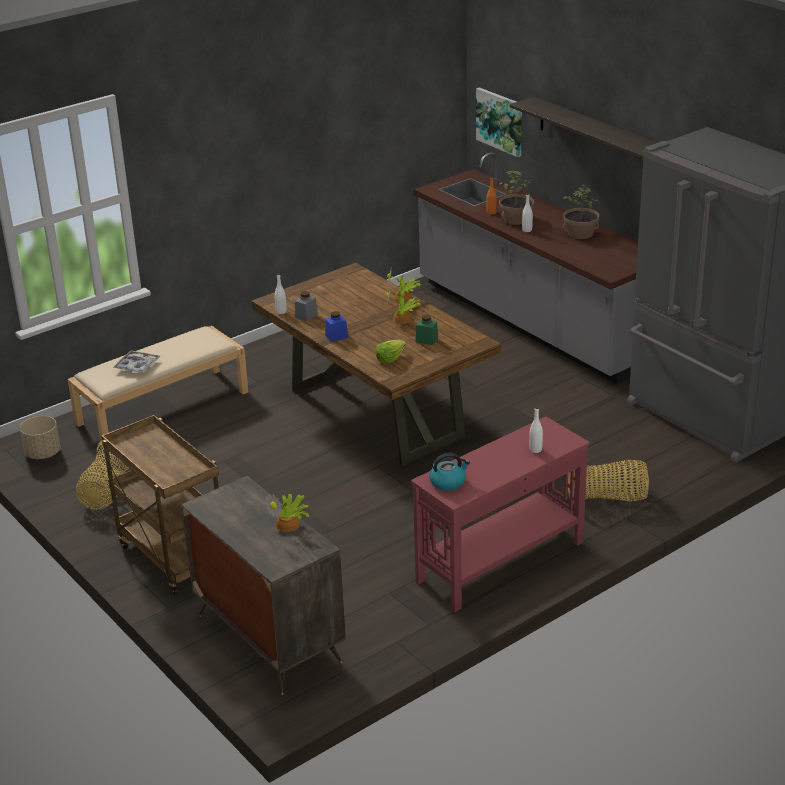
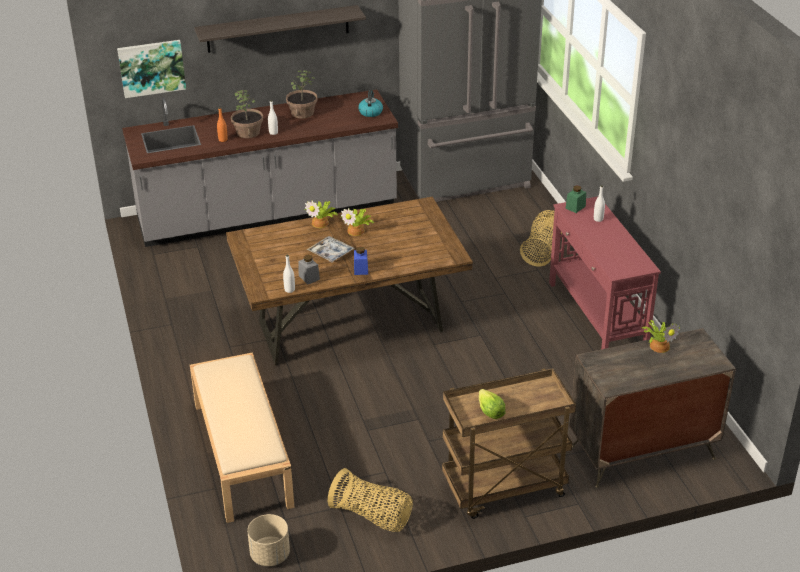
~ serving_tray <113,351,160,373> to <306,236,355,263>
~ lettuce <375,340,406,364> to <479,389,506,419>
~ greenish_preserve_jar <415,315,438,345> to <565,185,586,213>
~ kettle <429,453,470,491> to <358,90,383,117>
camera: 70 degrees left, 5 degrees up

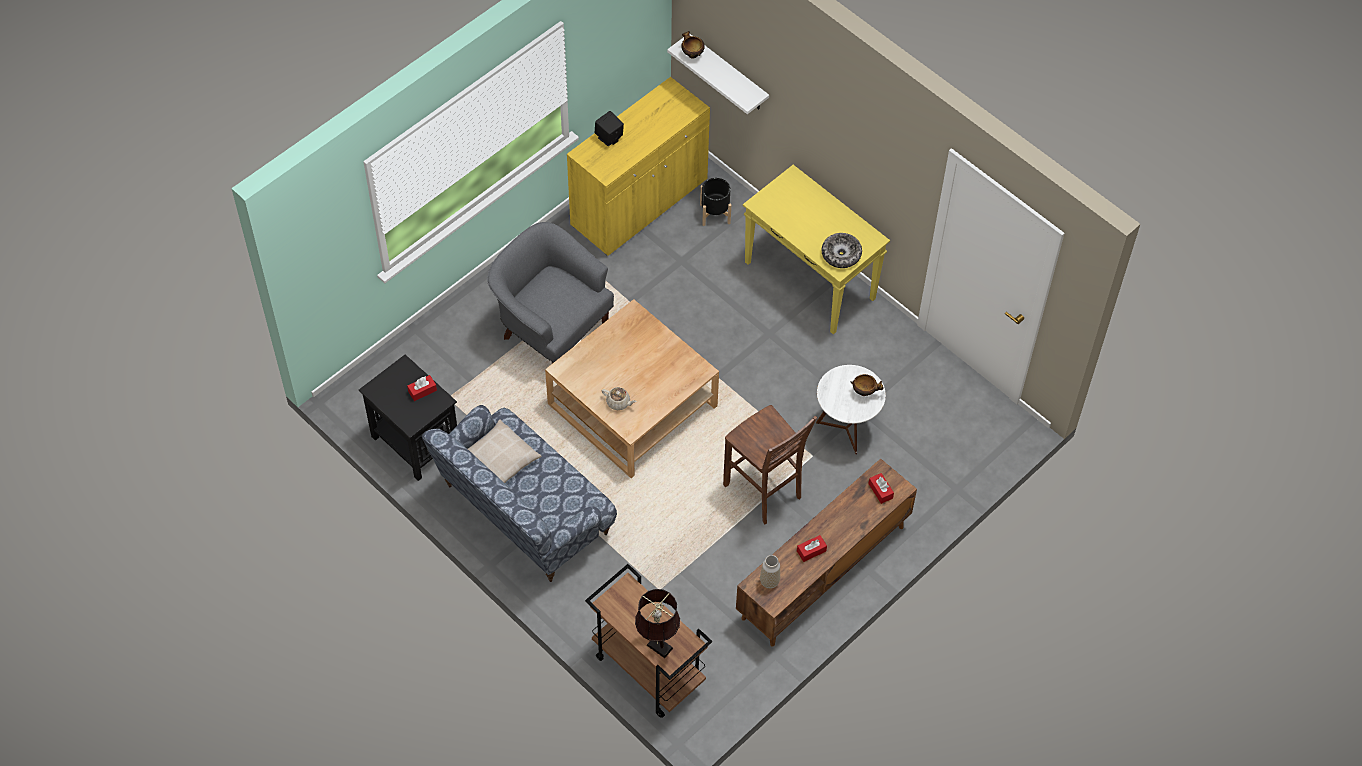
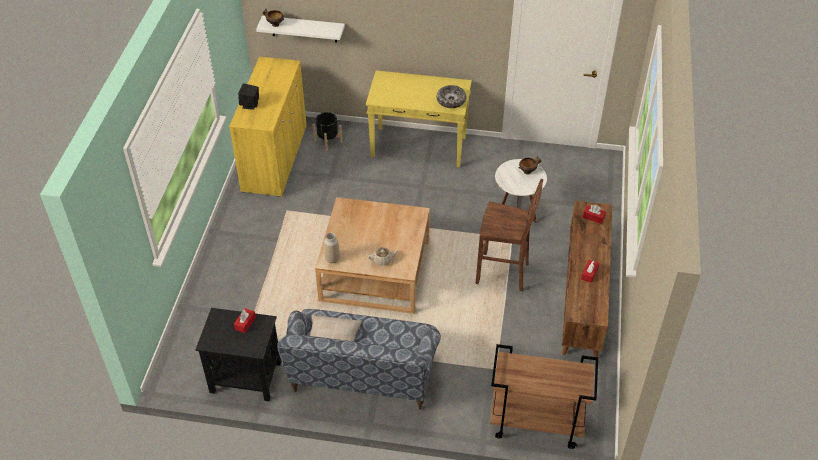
- gray_easy_chair <487,222,614,364>
- brownish_lamp_for_a_table <635,589,680,658>
~ flower_vase <760,555,780,589> to <324,232,340,263>
camera: 35 degrees left, 10 degrees down

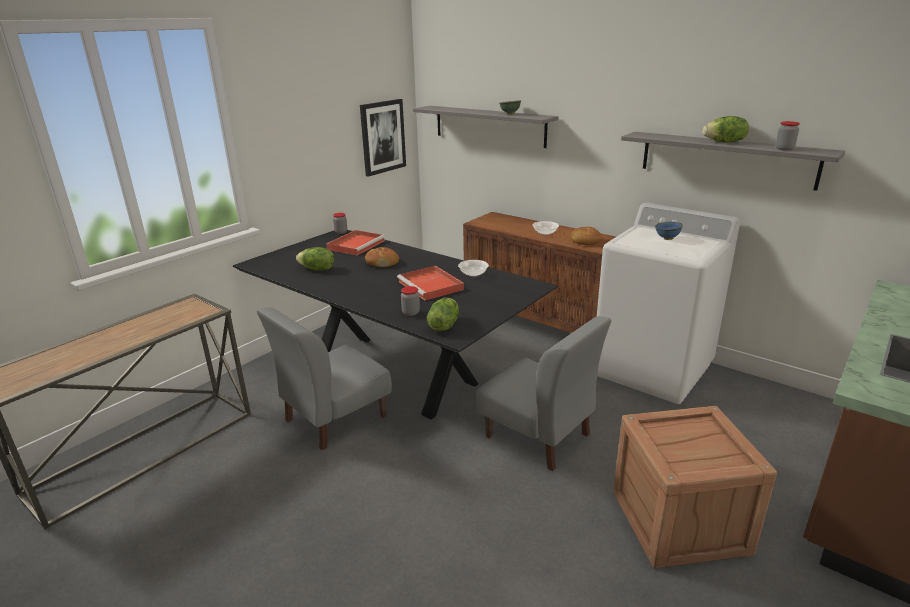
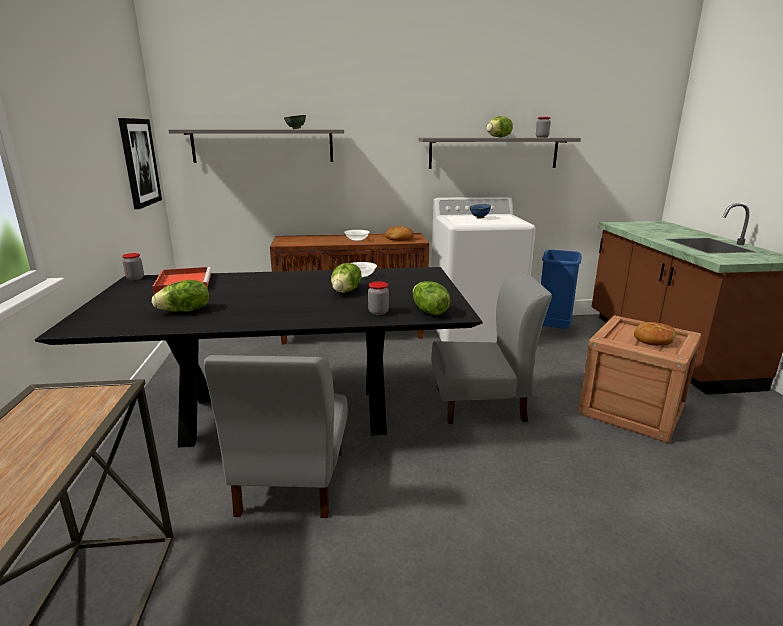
+ blue_rubbish_bin <541,250,582,329>
~ baked_bread <365,247,399,267> to <634,322,676,346>
~ red-coloured_serving_tray <397,266,464,301> to lettuce <331,263,362,293>
camera: 45 degrees left, 5 degrees down

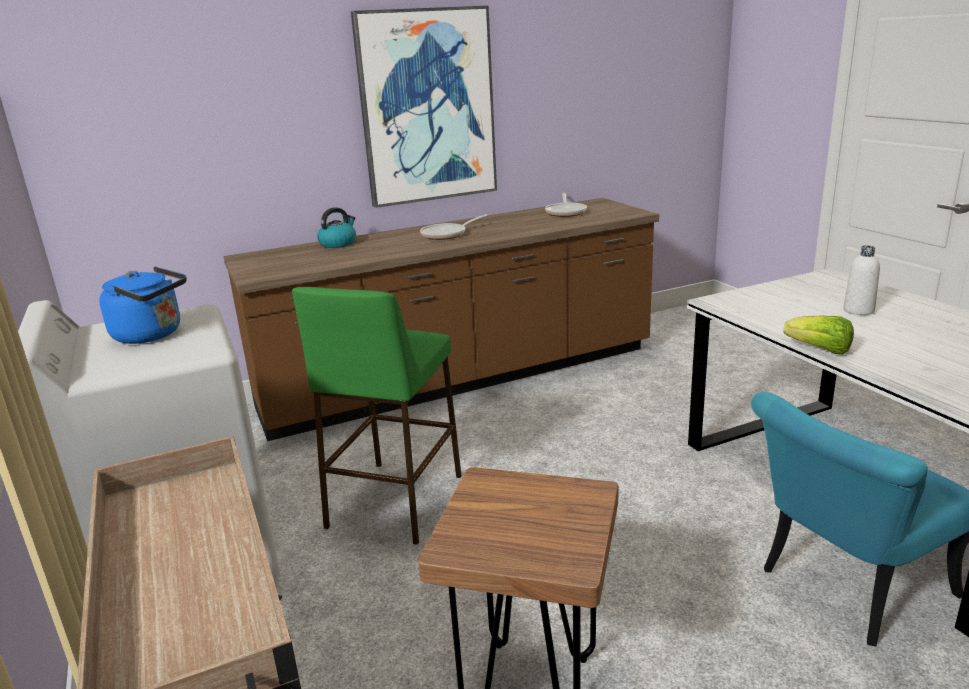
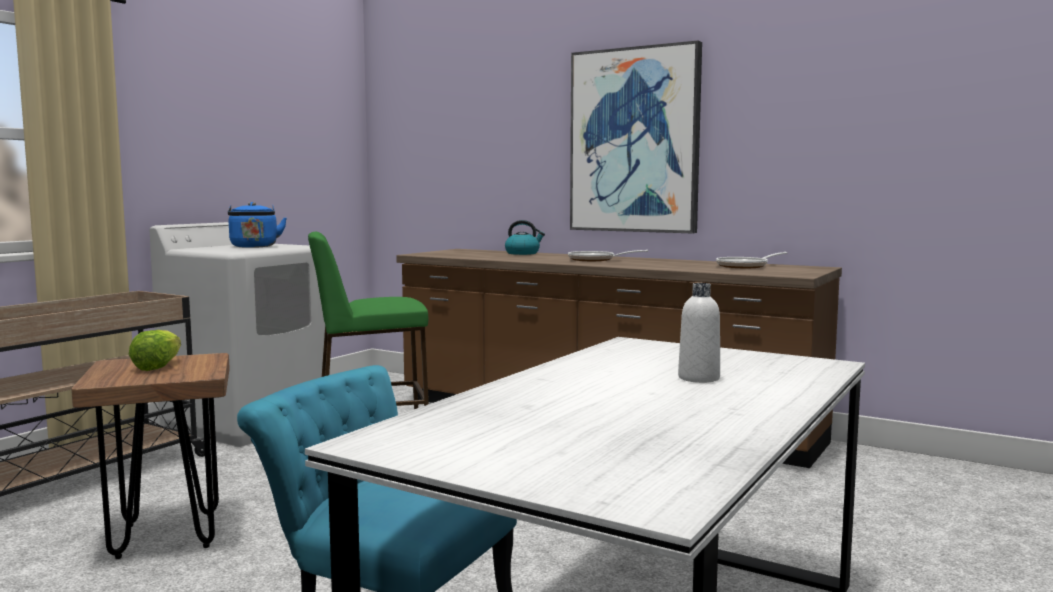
~ lettuce <783,316,854,355> to <129,330,181,371>
camera: 55 degrees right, 15 degrees down

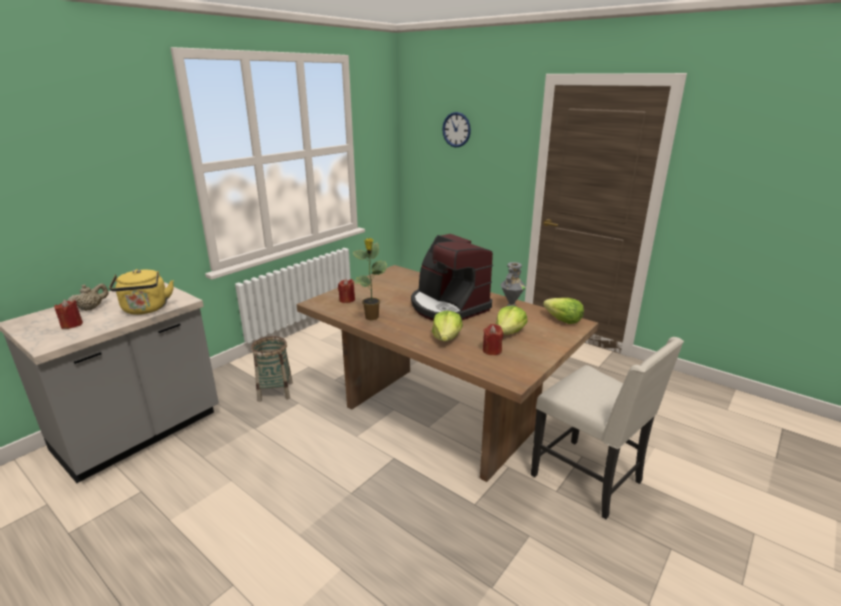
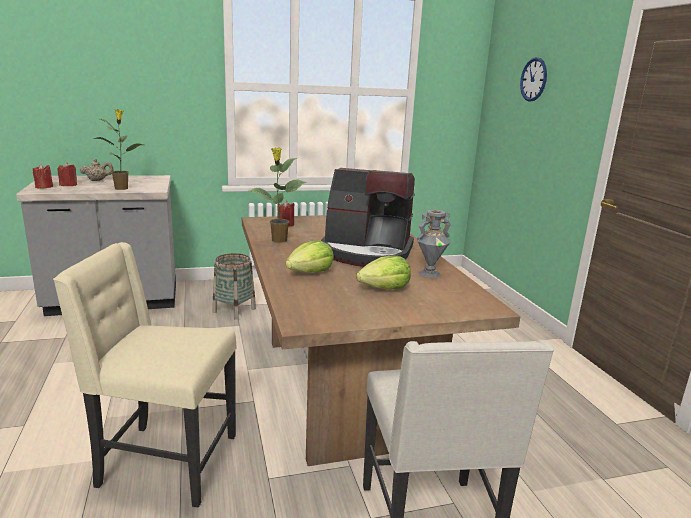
- lettuce <543,298,584,324>
+ beige_chair <53,242,237,508>
~ red-coloured_wax_light <483,324,503,355> to <33,164,53,189>
~ yellow-coloured_kettle <109,269,174,315> to plant_in_a_pot <92,109,143,190>
~ coffee_maker <411,234,493,321> = <321,168,415,267> 75 degrees counterclockwise
camera: 35 degrees right, 5 degrees down

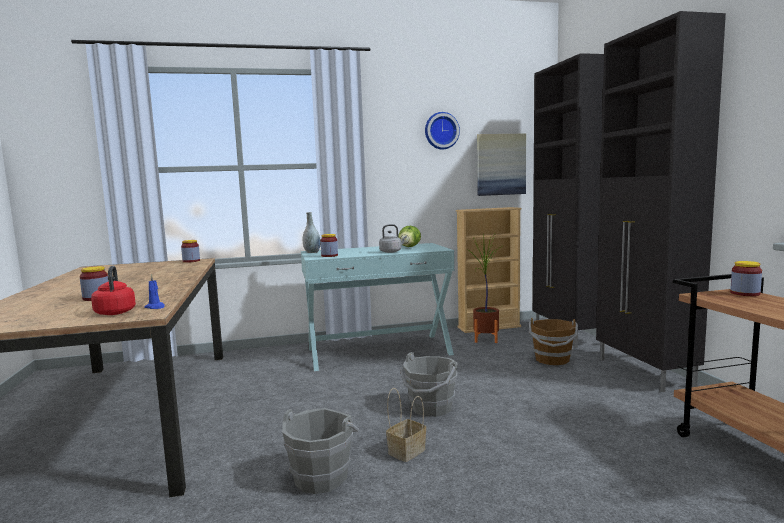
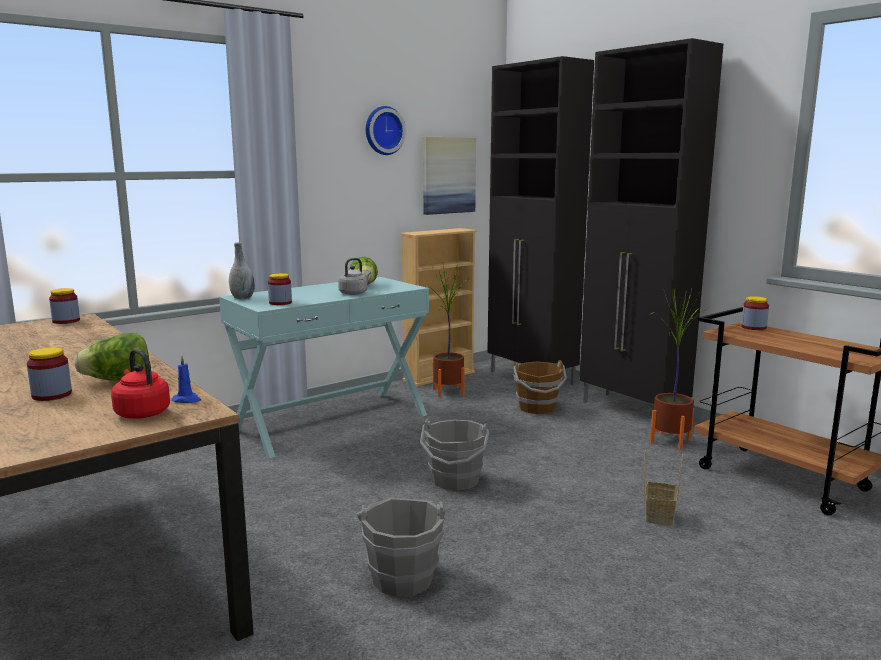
+ lettuce <74,333,149,381>
+ plant_in_a_pot <650,289,708,450>
~ basket <386,388,426,462> to <644,450,683,526>
camera: 25 degrees left, 5 degrees up

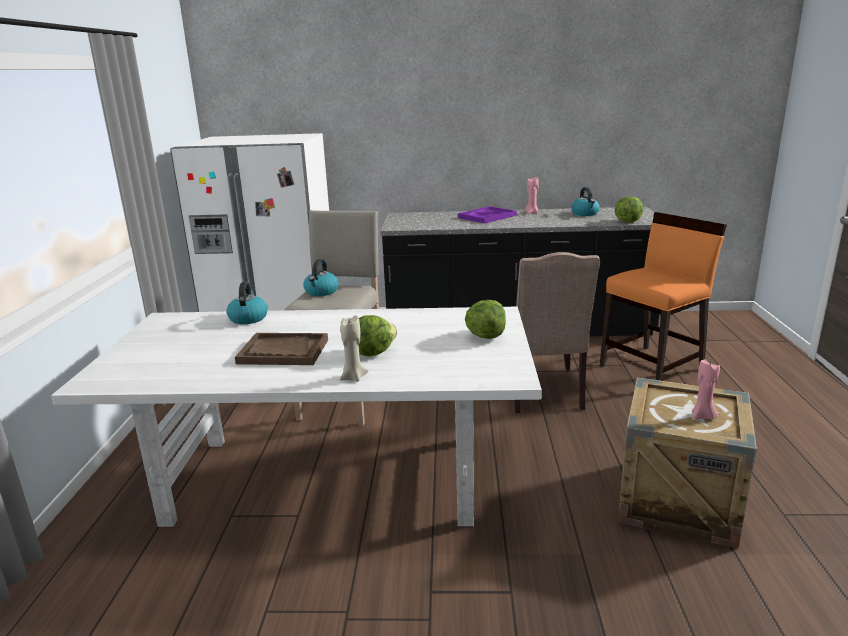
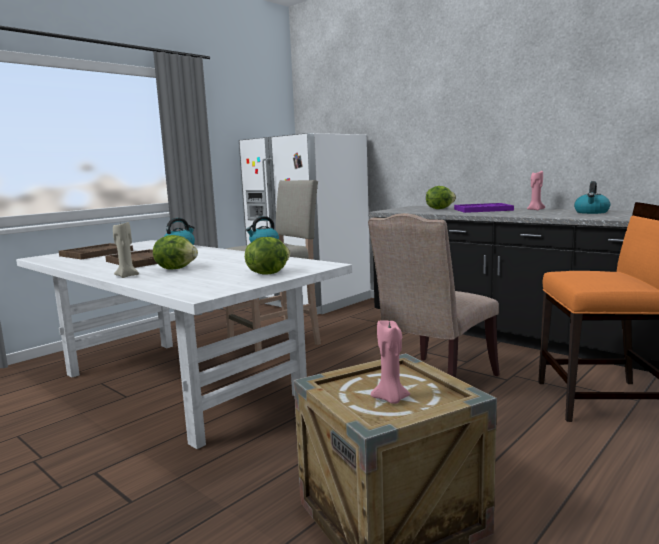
+ brownish_serving_tray <59,243,133,260>
~ lettuce <615,197,643,223> to <426,186,456,209>
camera: 40 degrees right, 10 degrees down

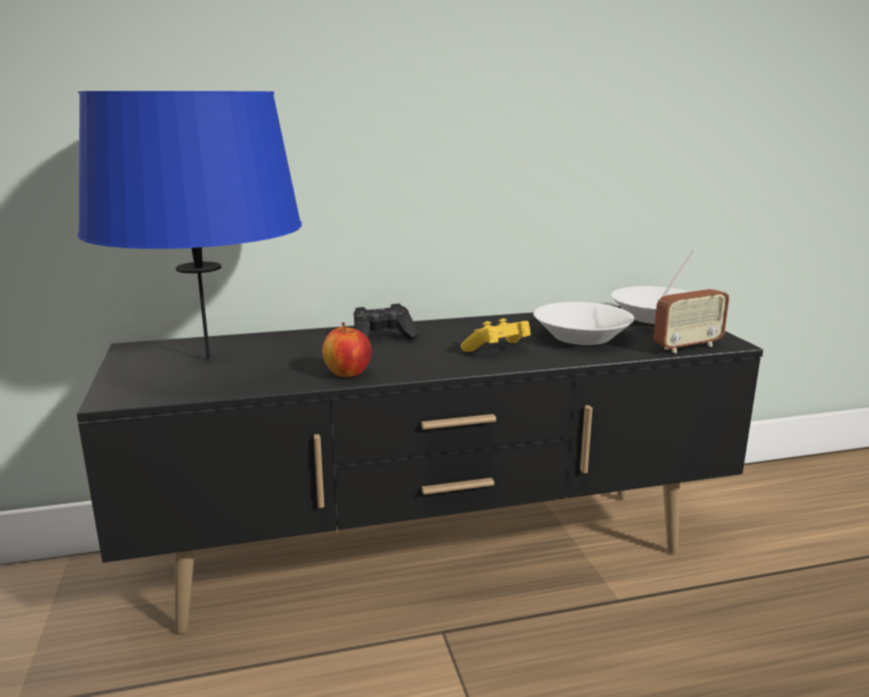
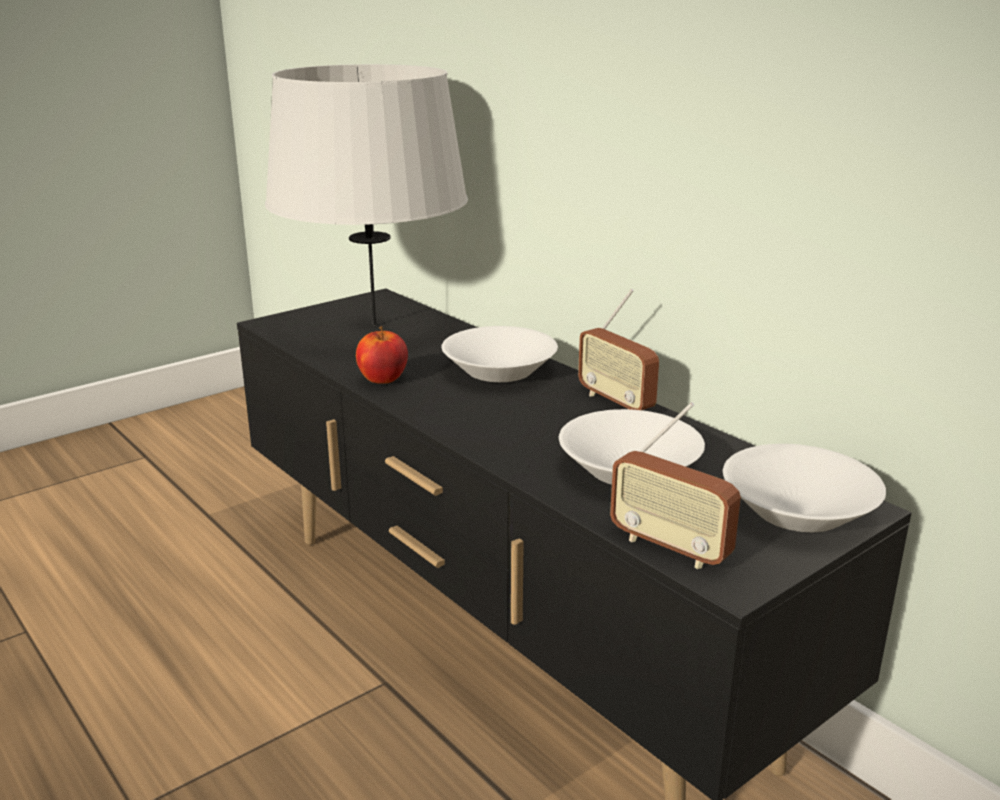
- yellow-coloured_game_controller <461,318,530,352>
+ radio_receiver <578,289,659,410>
~ blackish_game_controller <353,304,419,340> to white_deep_dish <441,326,558,382>
~ blue_lamp_for_a_table <78,91,302,360> to gray_lamp_for_a_table <265,64,468,326>
camera: 65 degrees right, 5 degrees up

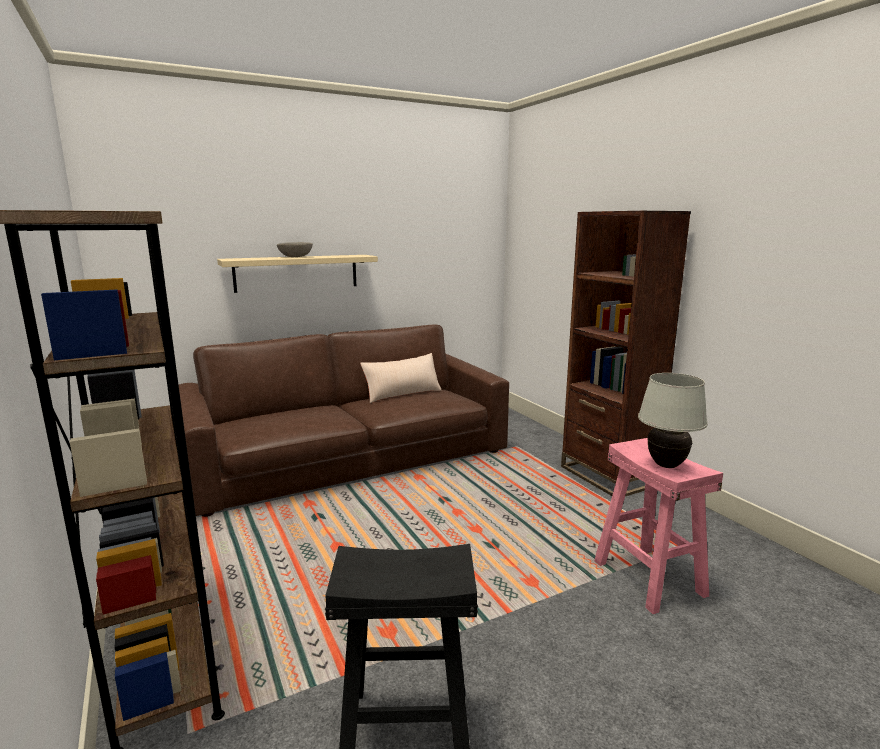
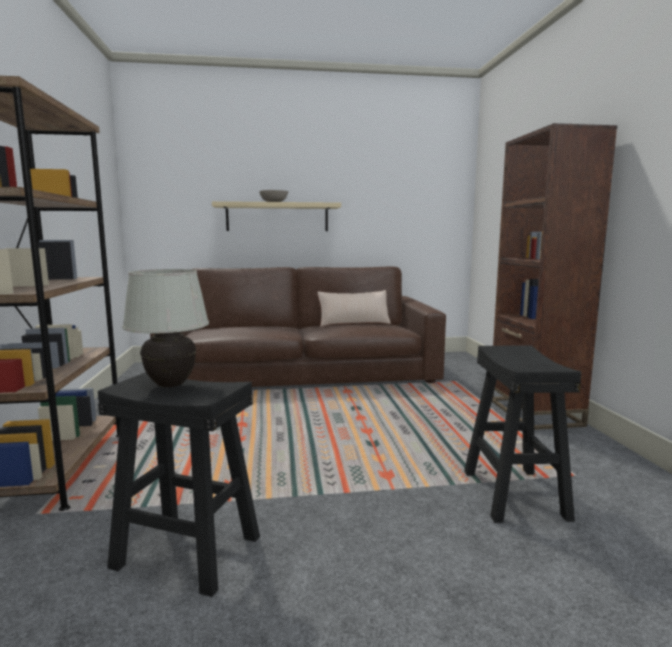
~ white_lamp_for_a_table <638,373,708,468> to <122,269,209,387>
~ pink-coloured_stool <594,438,723,614> to blackish_stool <464,345,581,523>
camera: 20 degrees right, 5 degrees down

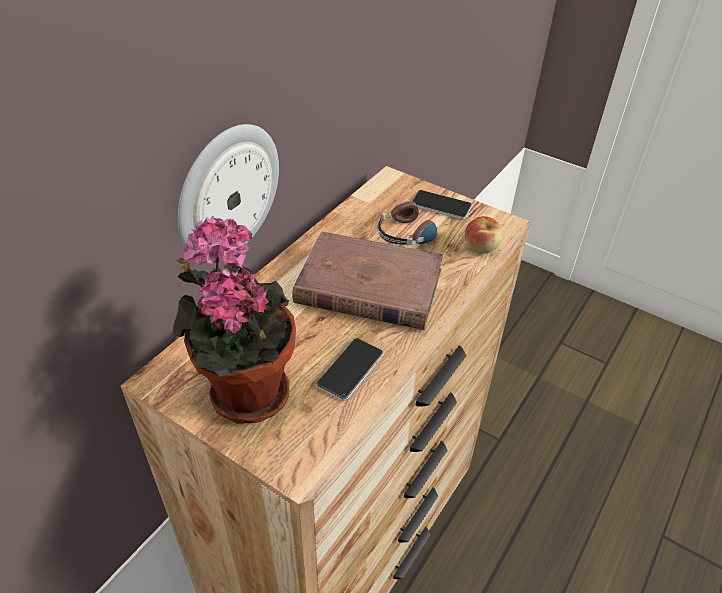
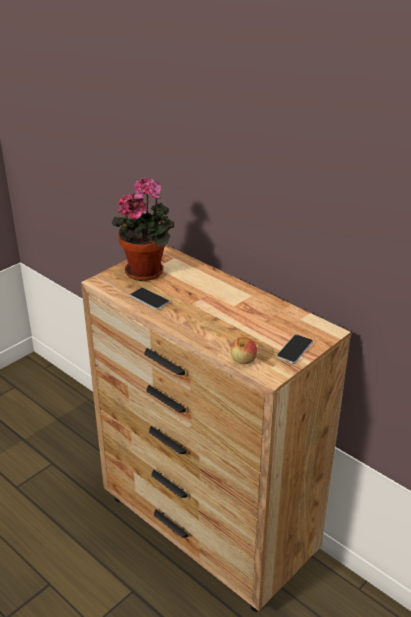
- wall_clock <178,124,279,260>
- brownish_volume <292,232,444,330>
- headphones <377,201,452,245>
camera: 100 degrees right, 10 degrees down

